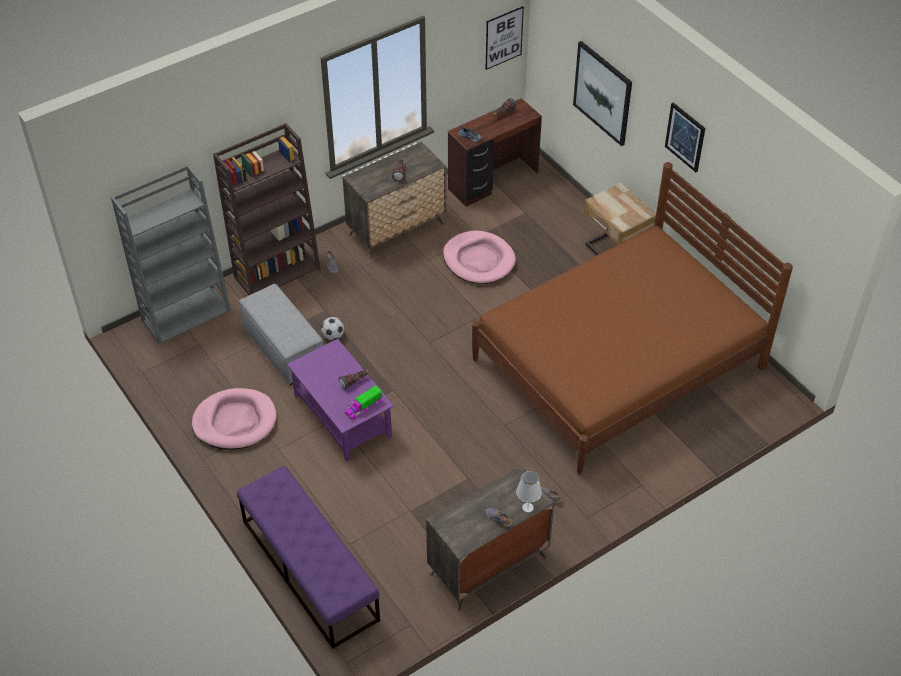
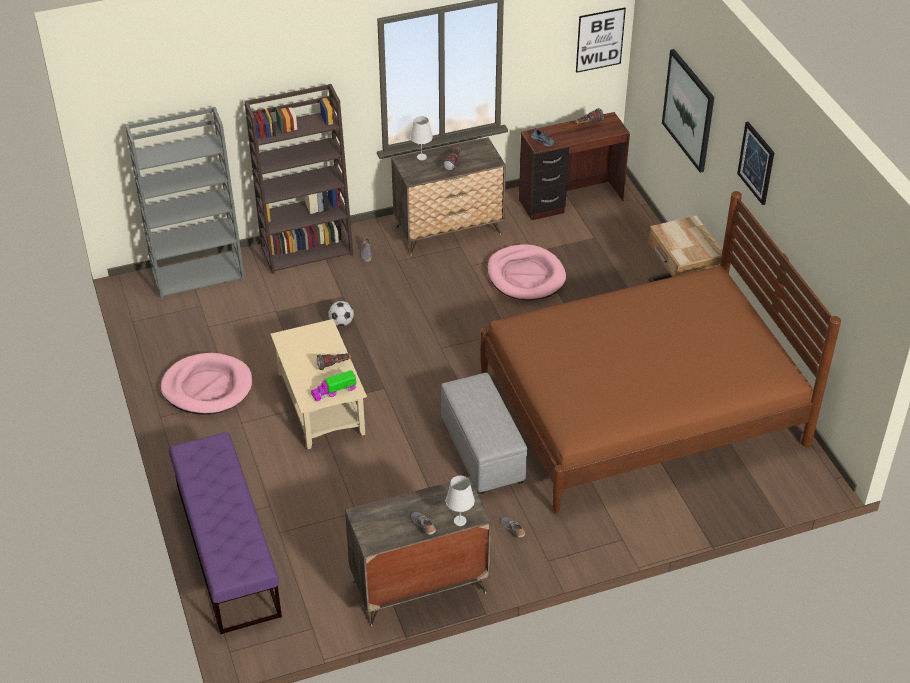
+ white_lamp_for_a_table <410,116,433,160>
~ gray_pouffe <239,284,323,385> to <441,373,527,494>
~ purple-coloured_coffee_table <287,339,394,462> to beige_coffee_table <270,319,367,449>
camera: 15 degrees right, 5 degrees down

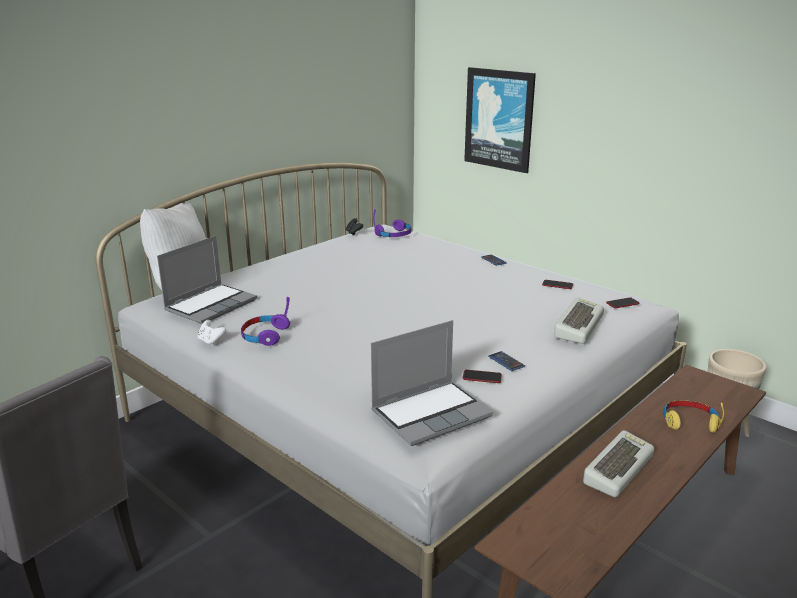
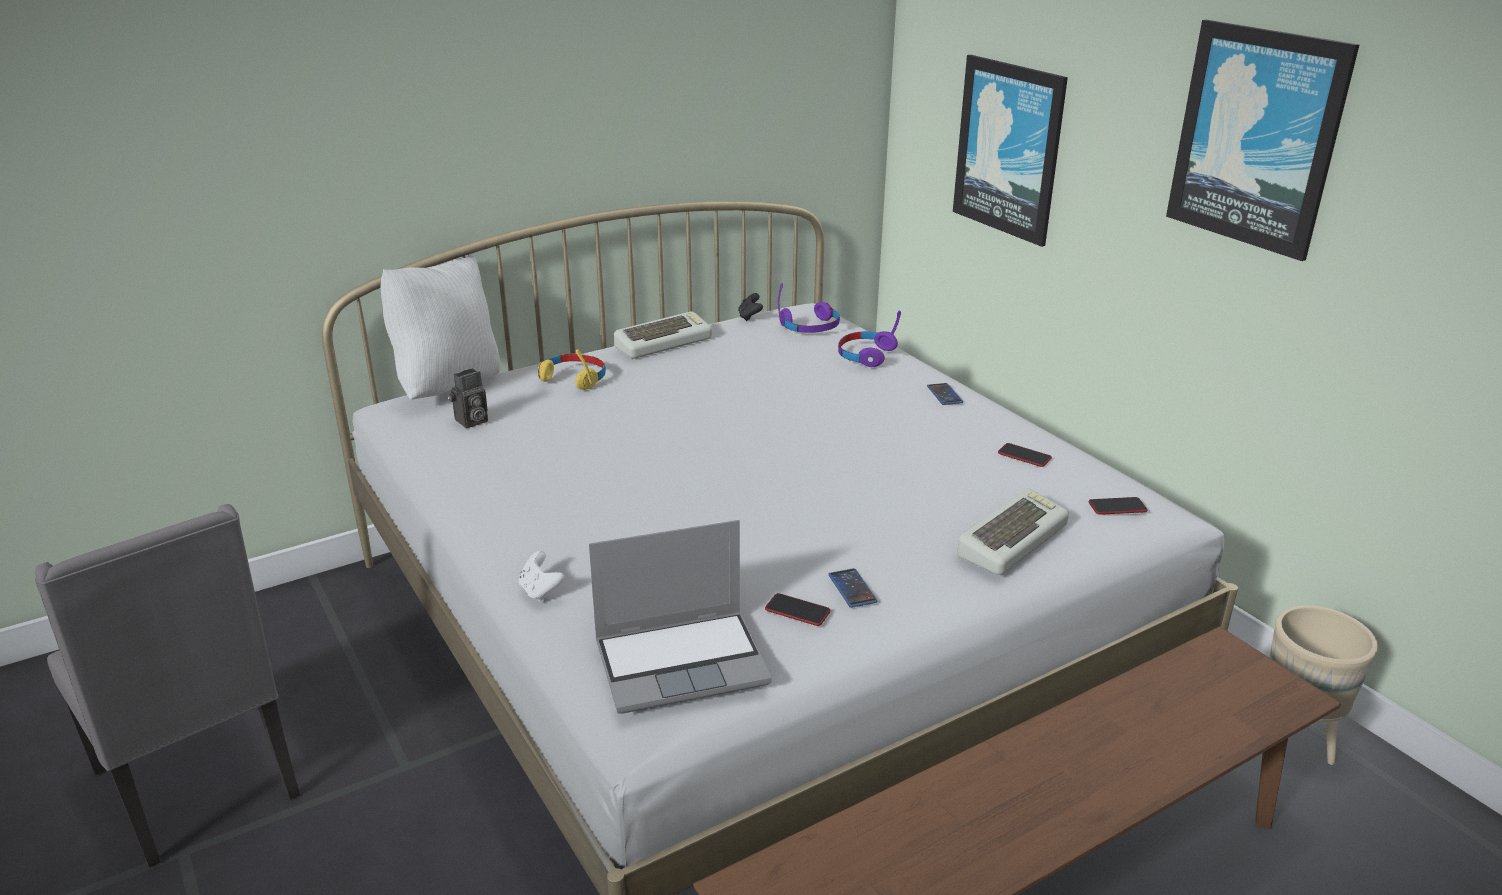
+ wall_picture <1166,20,1359,261>
~ white_game_controller <198,320,226,346> to <519,551,564,602>
~ purple-coloured_headphones <241,297,290,346> to <838,311,901,367>
~ PC_keyboard <583,430,654,497> to <614,311,712,359>
~ yellow-coloured_headphones <664,400,724,433> to <538,349,606,390>
~ notebook_computer <157,236,257,324> to still_camera <448,368,488,428>
camera: 15 degrees right, 5 degrees up

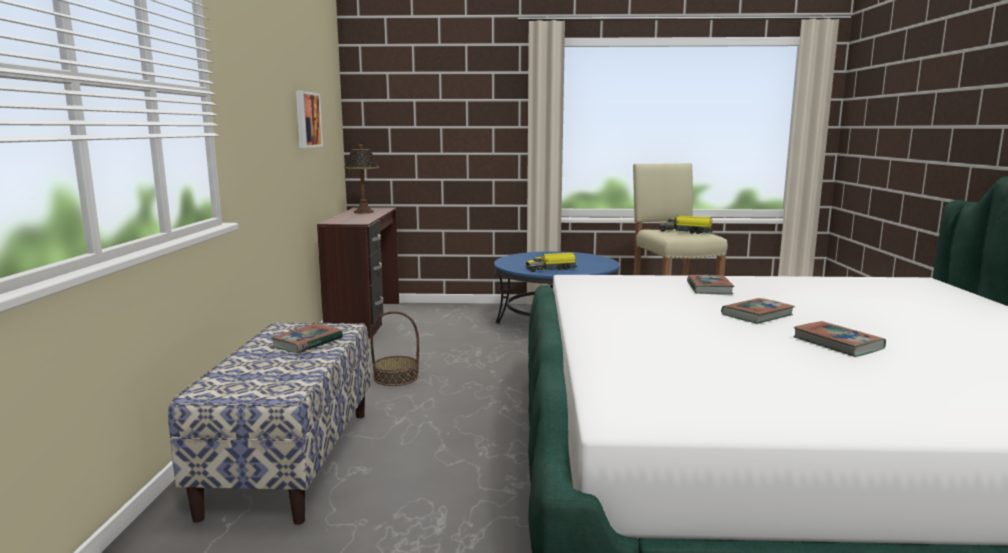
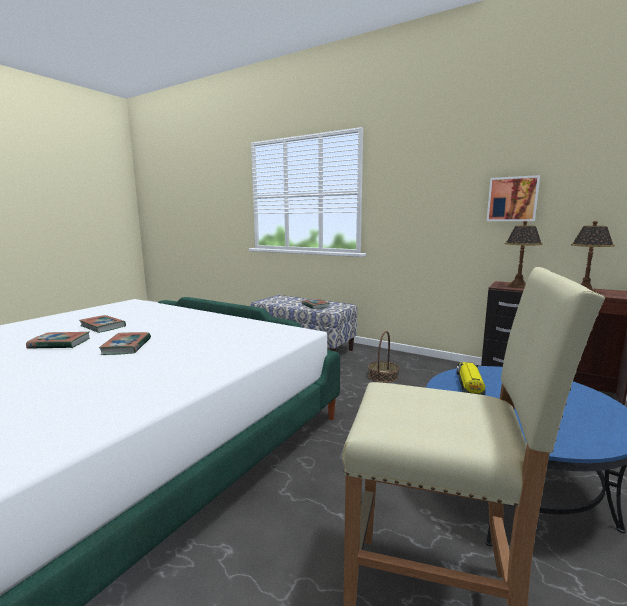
- toy_lorry <659,216,714,234>
+ lamp_for_a_table <505,221,543,288>
~ volume <687,275,735,295> to <79,315,126,333>
camera: 120 degrees right, 0 degrees up

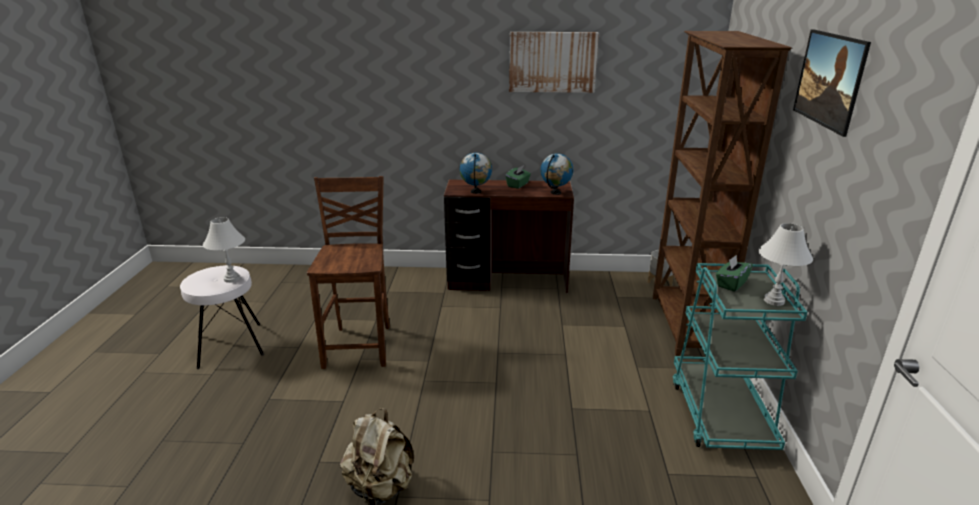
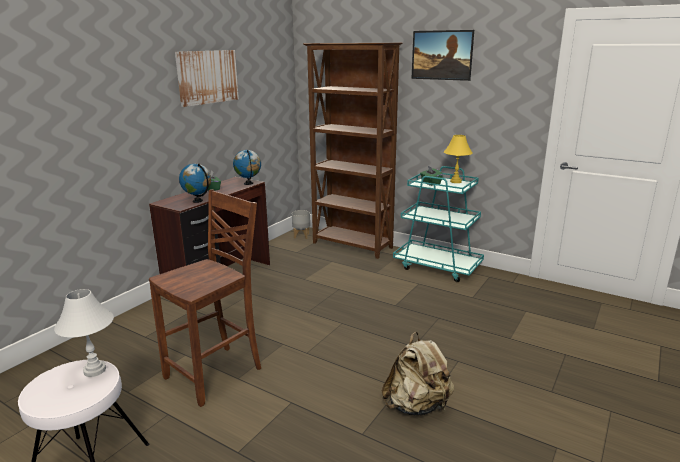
~ white_lamp_for_a_table <758,223,813,306> to yellow-coloured_lamp_for_a_table <444,135,473,183>
~ brownish_chair <307,176,390,369> = <149,189,261,407> 105 degrees clockwise
camera: 60 degrees left, 5 degrees down

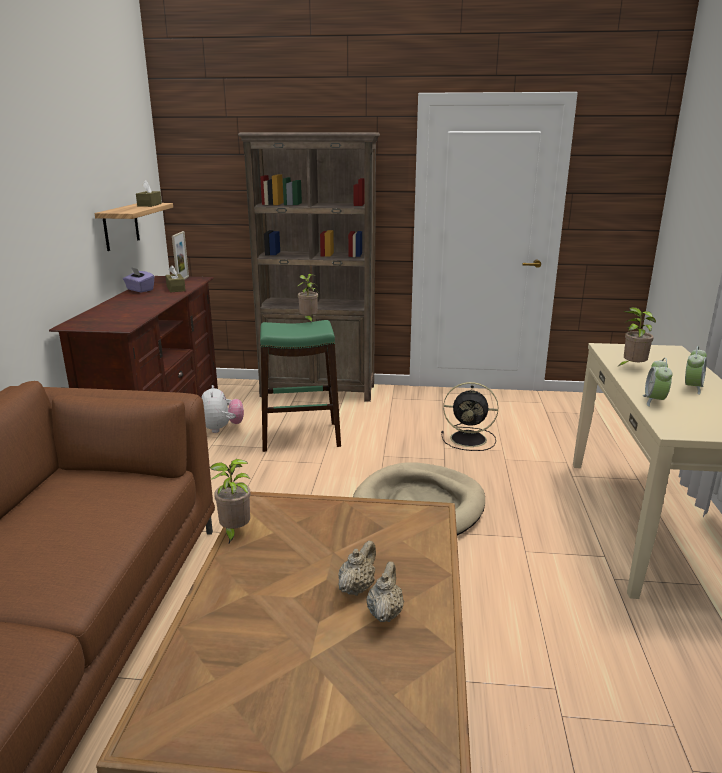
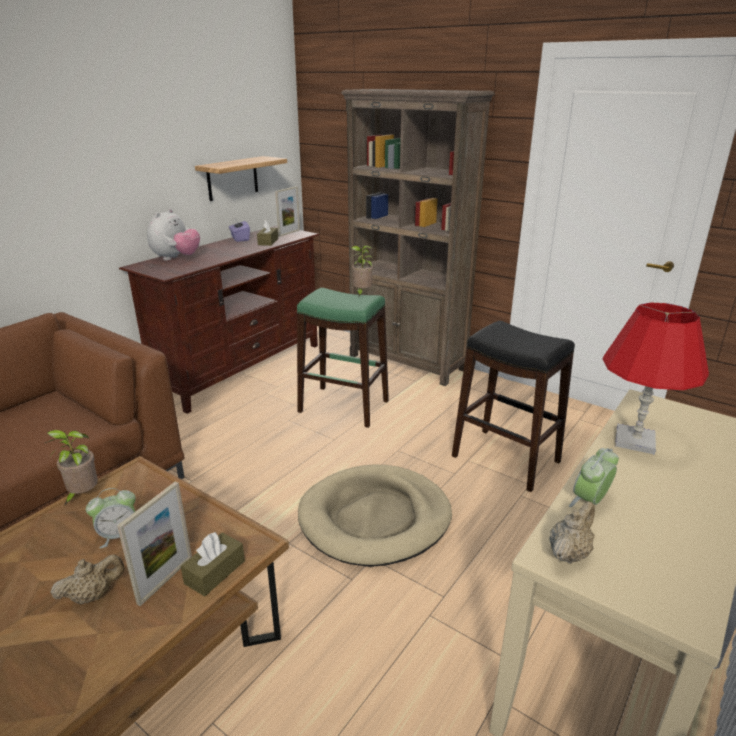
+ picture_frame <117,482,192,606>
~ brownish_tissue_box <136,180,162,207> to <181,532,245,596>
~ soft_toy <201,385,244,433> to <147,209,200,261>
~ beige_teapot <366,561,404,622> to <549,501,595,564>
~ table_clock <685,346,707,395> to <86,488,136,548>
~ blackish_electric_fan <441,382,498,451> to blackish_stool <452,321,575,492>
~ plant_in_a_pot <617,307,656,367> to red-coloured_lamp_for_a_table <603,302,709,455>
camera: 30 degrees right, 5 degrees up

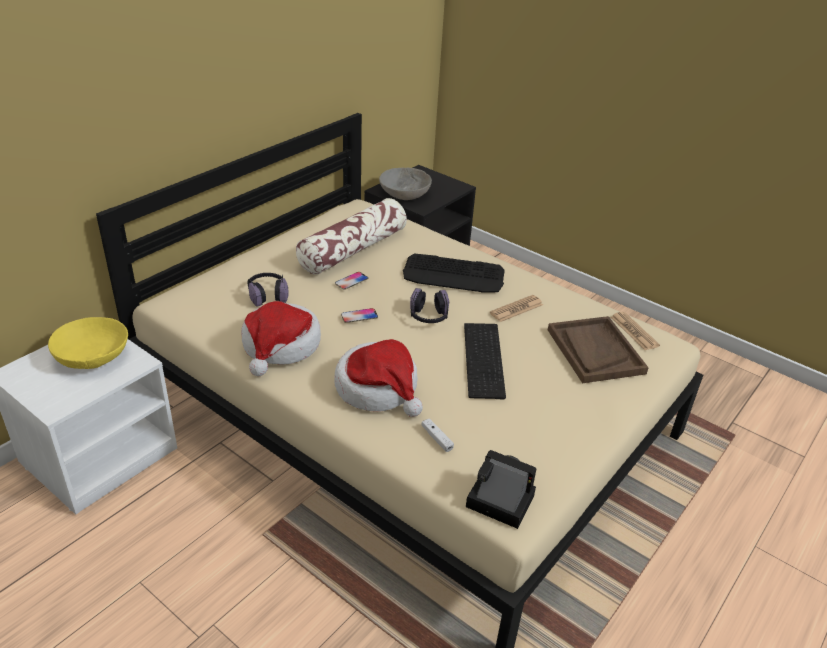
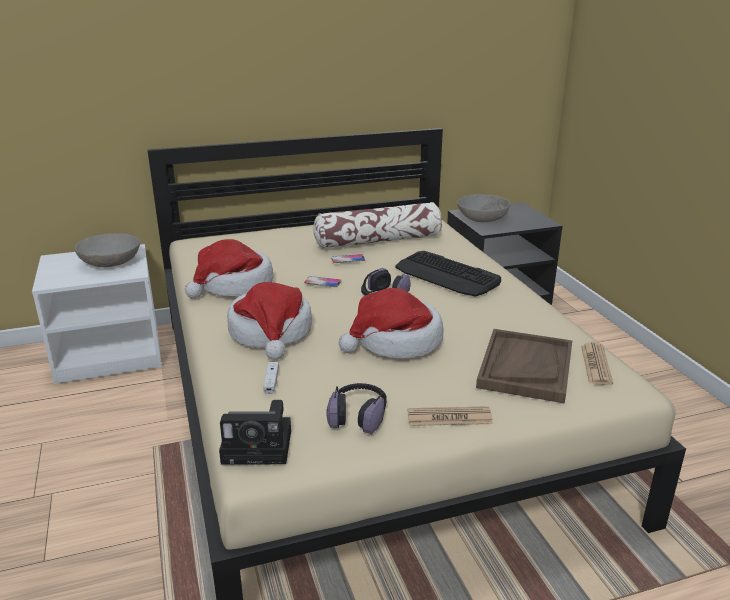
~ headphones <248,273,288,307> to <326,383,387,434>
~ printed_paper <490,295,543,322> to <407,406,493,426>
~ PC_keyboard <464,323,506,400> to clothing_hat <339,288,444,359>
~ yellow-coloured_deep_dish <48,317,128,369> to gray_deep_dish <75,233,140,267>
~ still_camera <466,450,536,529> = <219,400,291,464> 120 degrees clockwise
camera: 35 degrees right, 10 degrees down

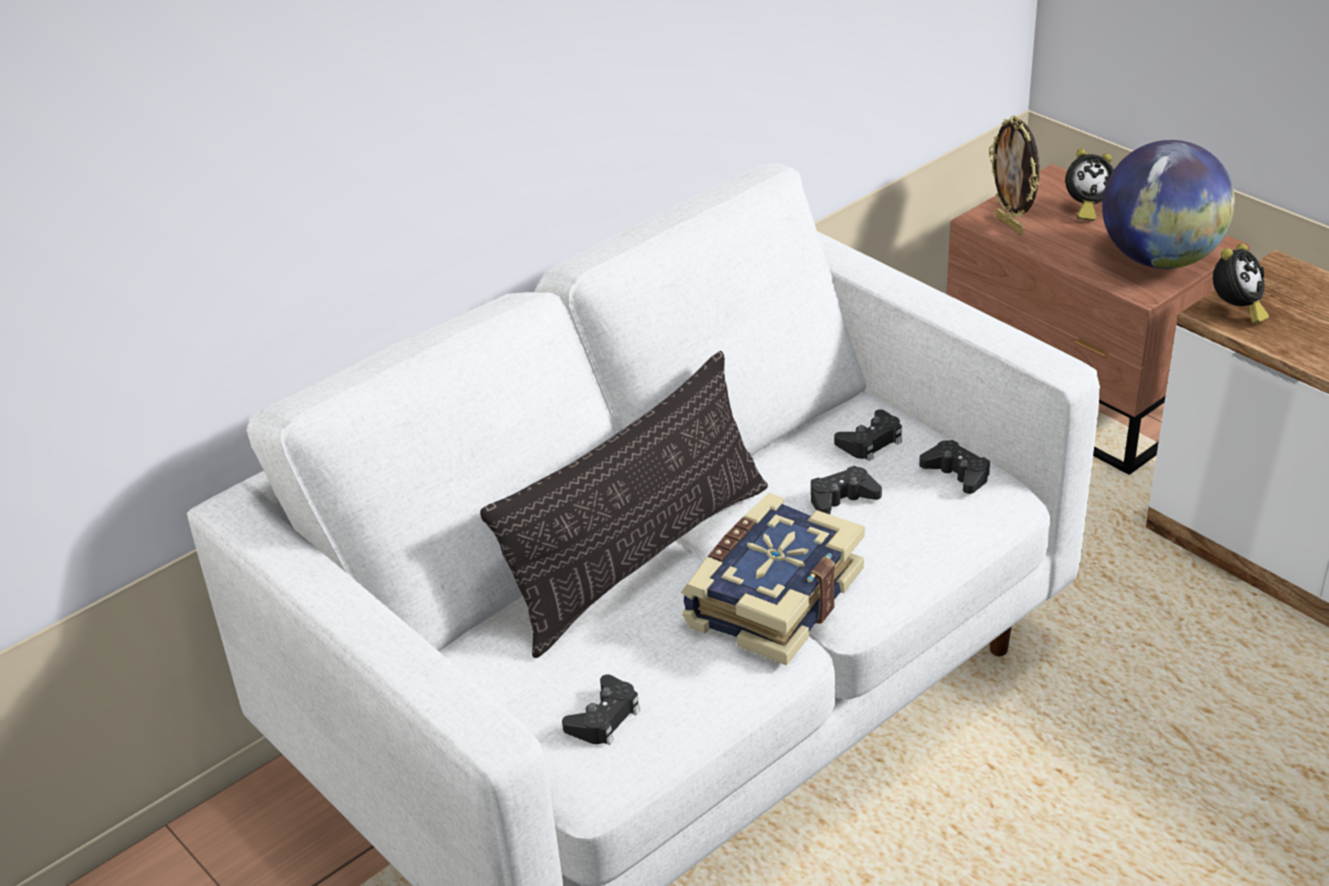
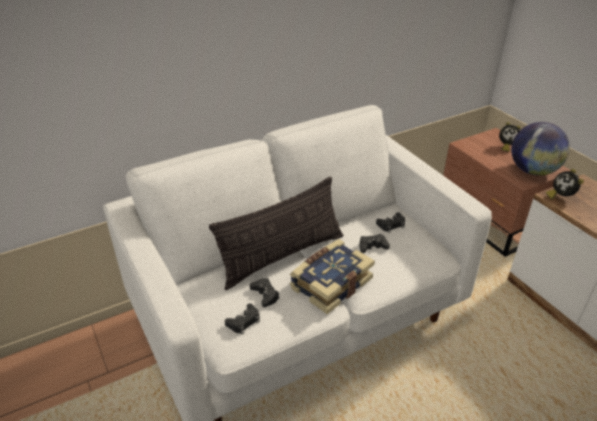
- picture_frame <989,115,1039,235>
~ blackish_game_controller <919,440,990,494> to <250,278,280,307>
~ table_clock <1213,243,1269,324> = <546,169,584,200> 105 degrees clockwise
camera: 10 degrees right, 0 degrees up

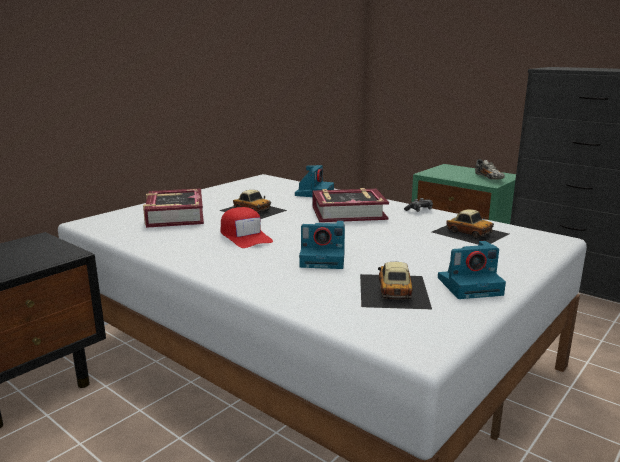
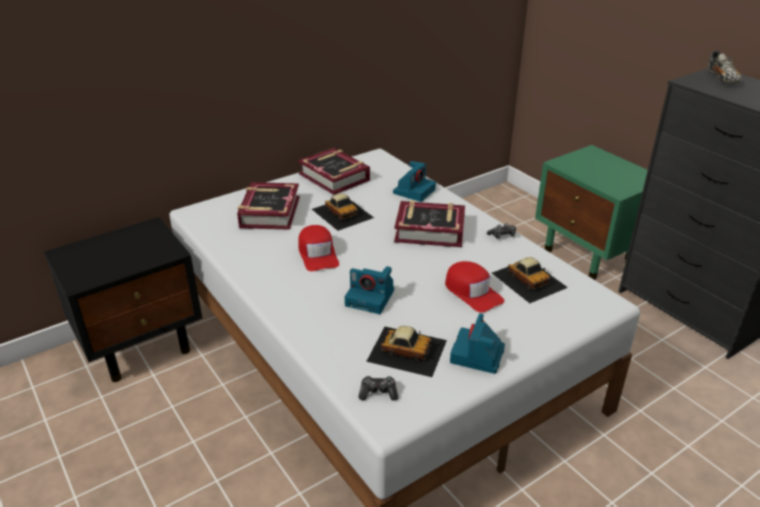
+ volume <298,148,370,195>
+ game_controller <358,376,398,401>
+ red-coloured_peaked_cap <445,261,504,313>
~ shoe <475,159,505,180> to <707,51,742,83>
~ model_car <360,262,432,309> = <366,326,447,377> 90 degrees clockwise
~ still_camera <438,241,506,299> = <450,313,505,374> 105 degrees clockwise
camera: 15 degrees right, 15 degrees up

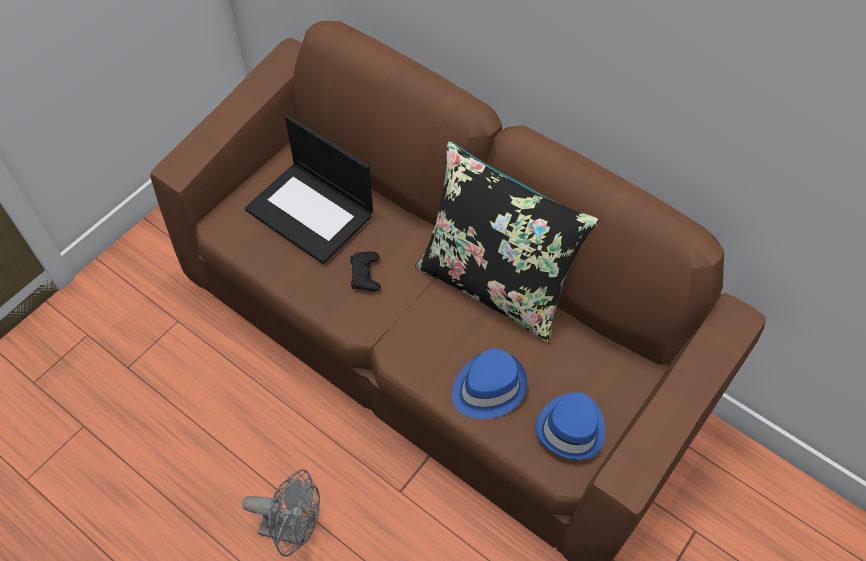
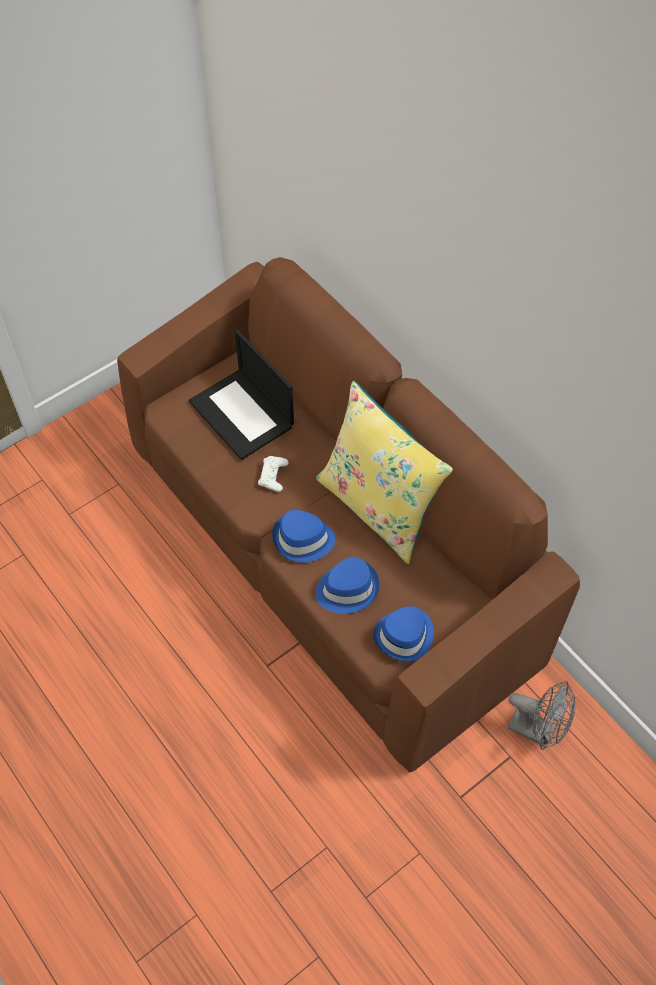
+ blue_clothing_hat <272,510,336,563>
~ gray_electric_fan <242,469,320,557> to <508,681,576,750>
~ blackish_game_controller <350,252,381,292> to white_game_controller <258,456,289,492>
~ blackish_cushion <415,141,599,343> to yellow-coloured_cushion <316,381,453,564>
camera: 15 degrees right, 0 degrees up

